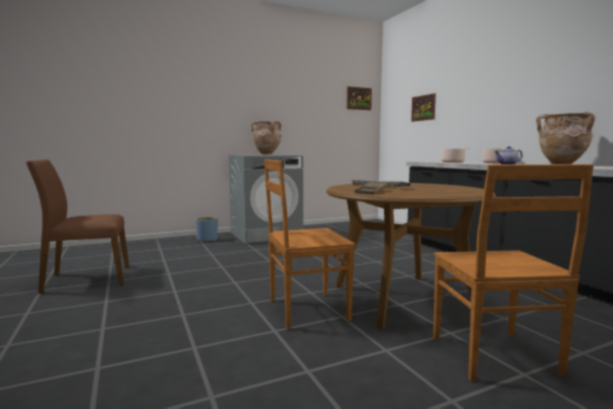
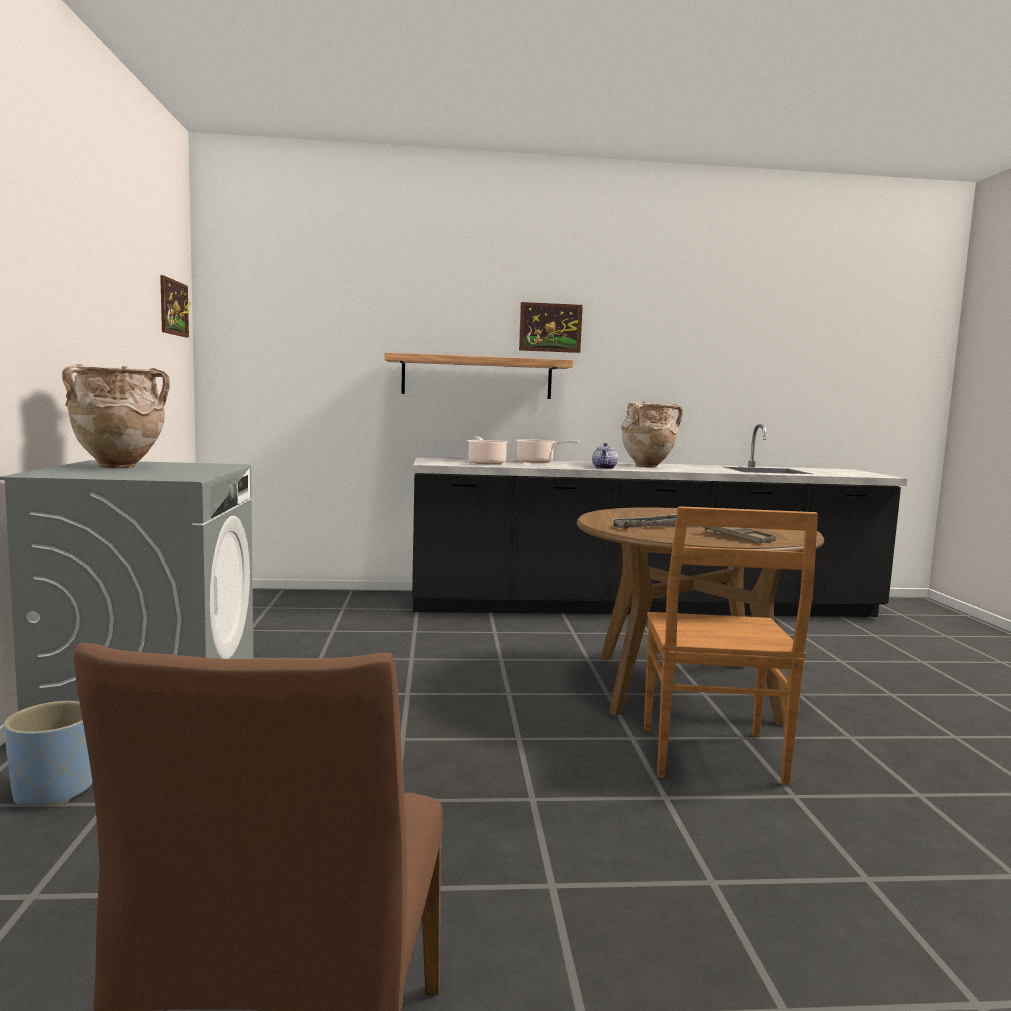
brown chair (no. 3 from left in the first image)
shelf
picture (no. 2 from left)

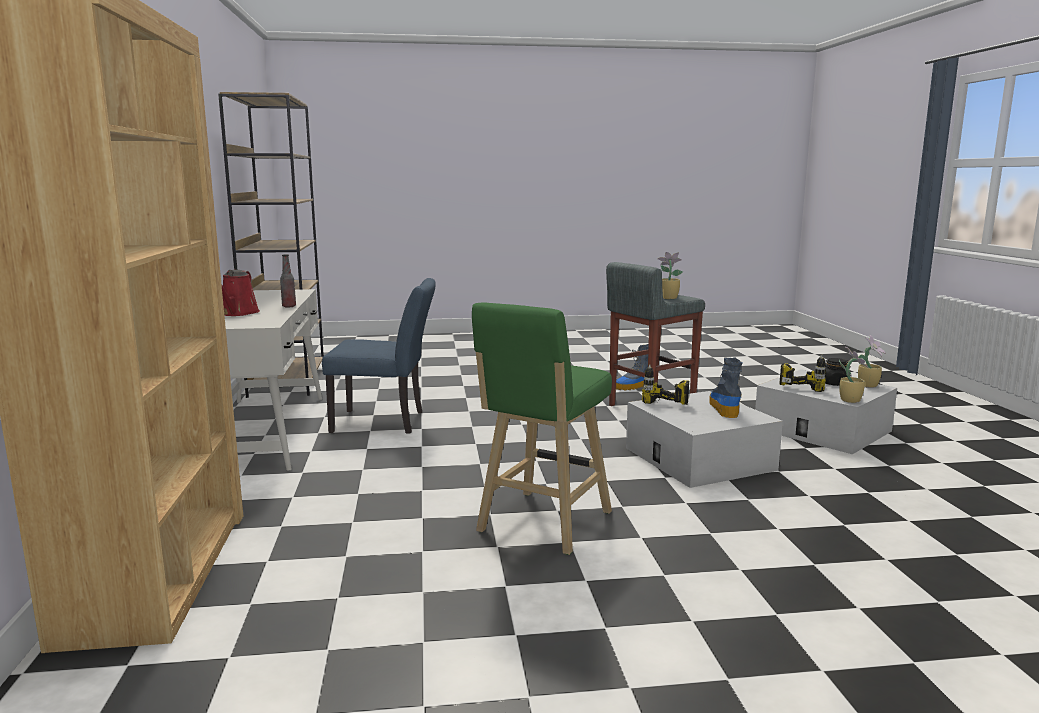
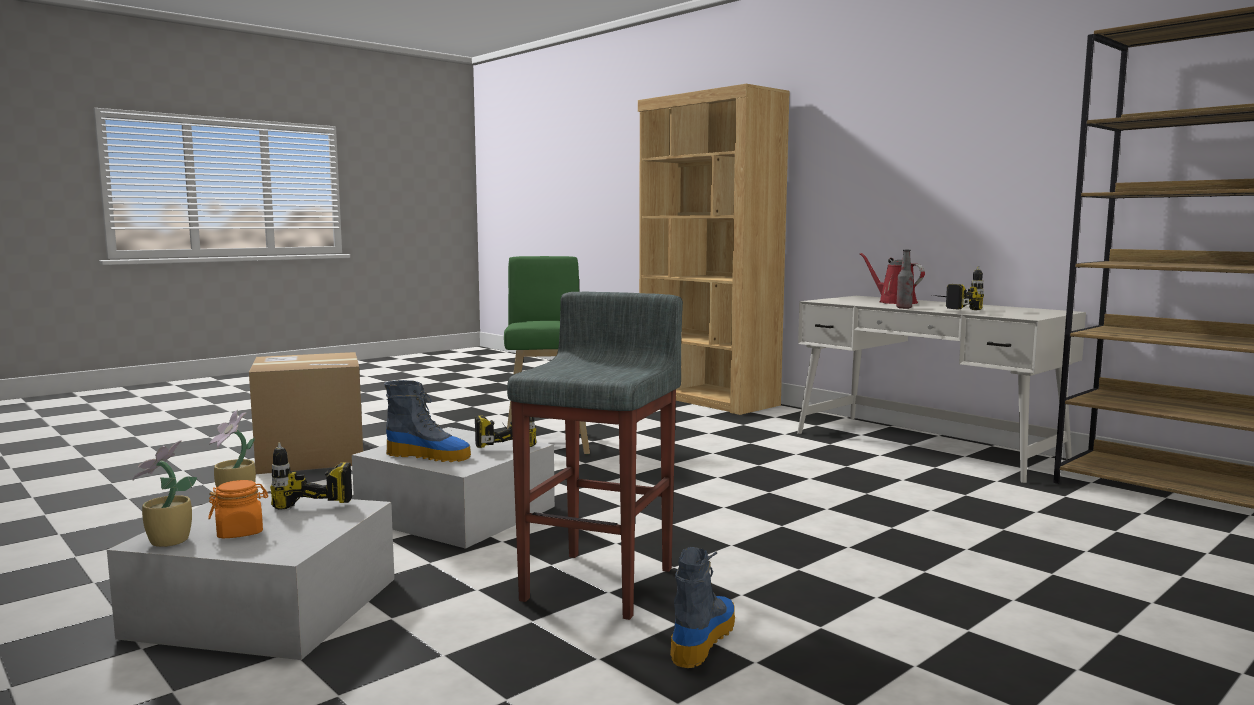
blue chair
potted plant (no. 1 from left in the first image)
cardboard box
power drill (no. 3 from left)
orange jar
boot (no. 1 from left)

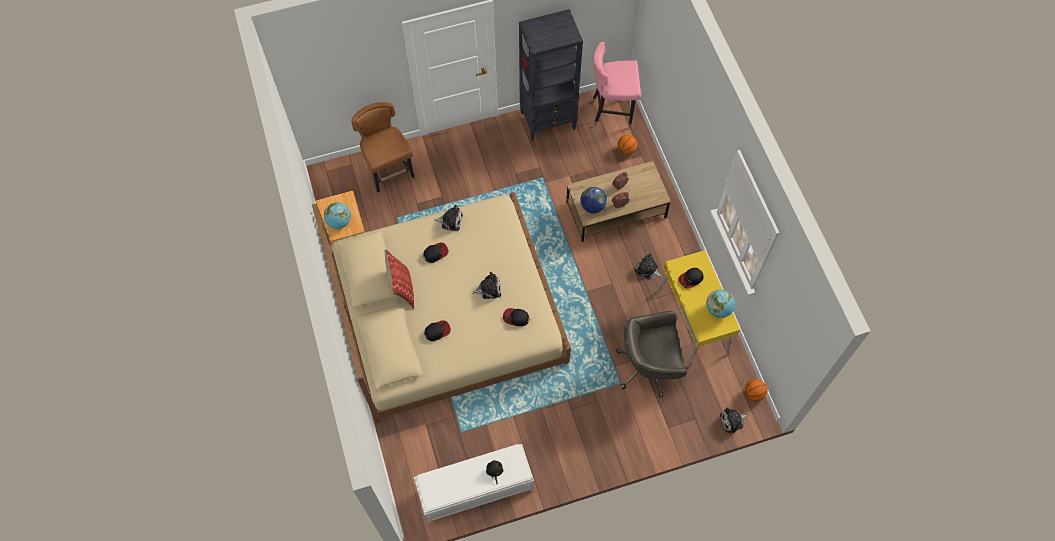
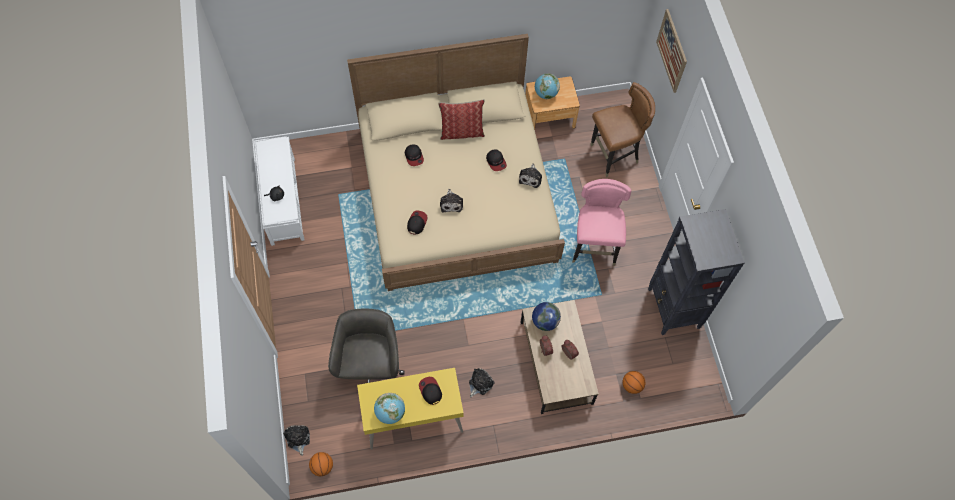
picture
pink chair

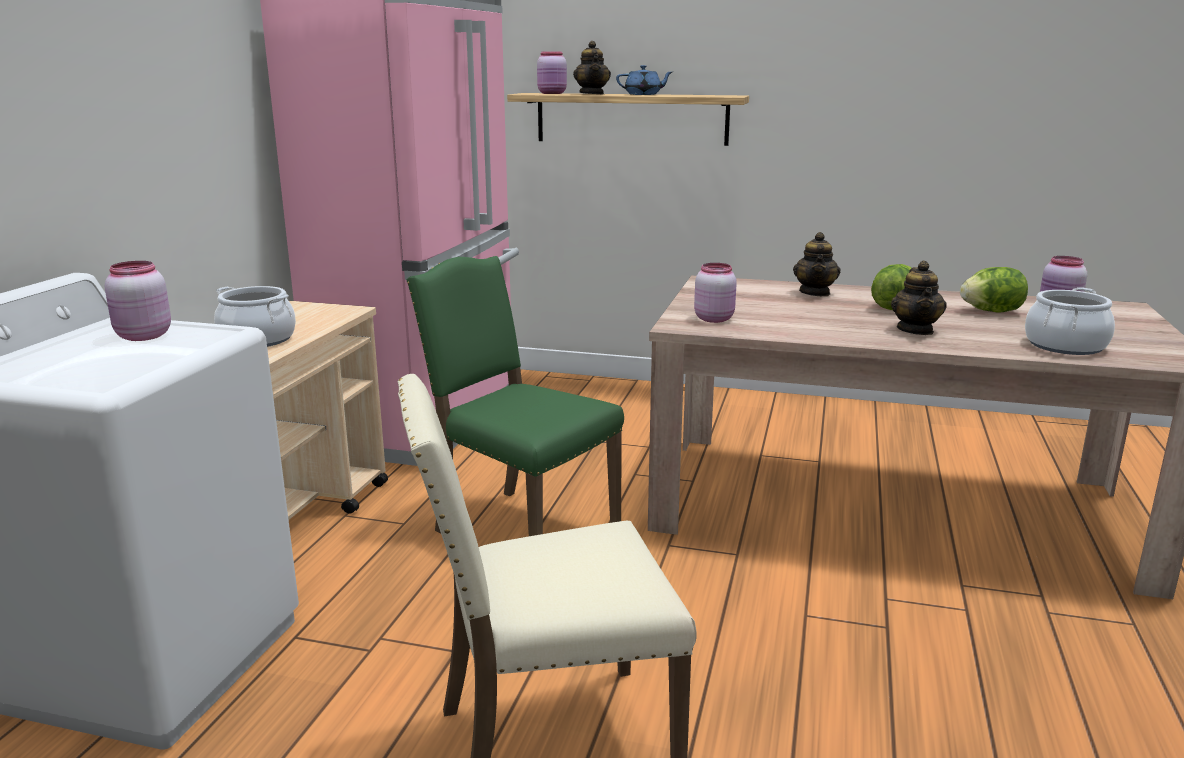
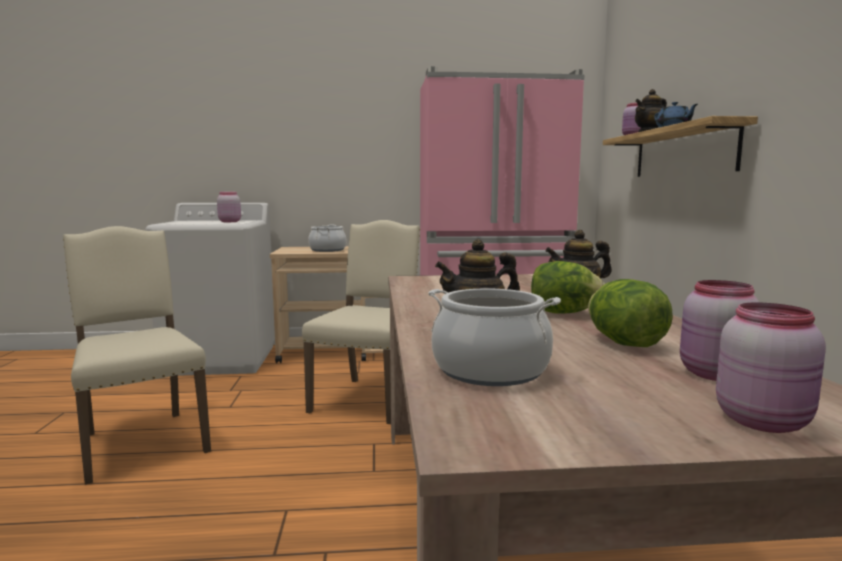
pink jar (no. 4 from left)
beige chair (no. 2 from left)

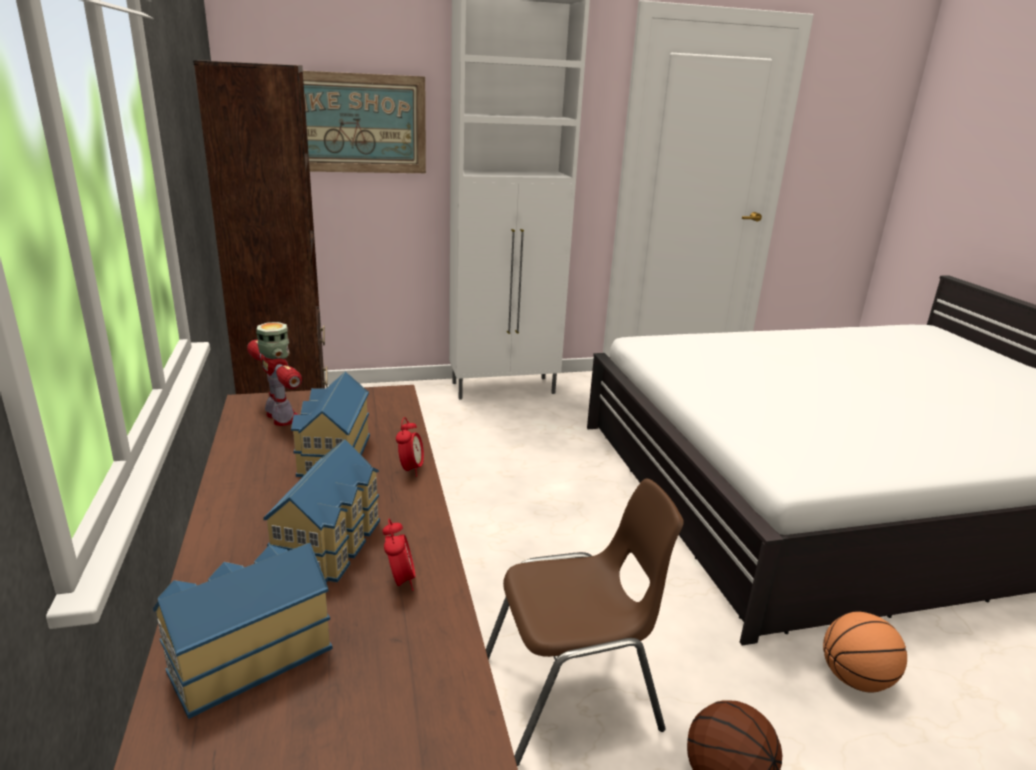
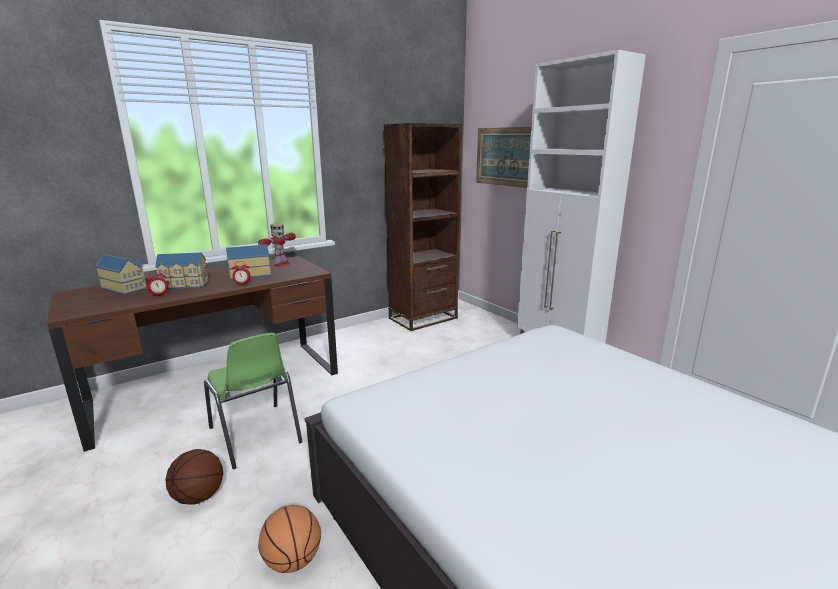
green chair

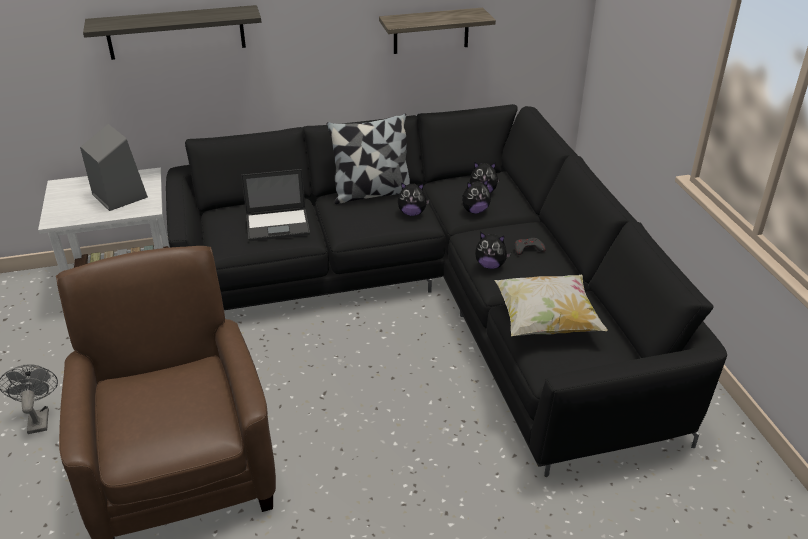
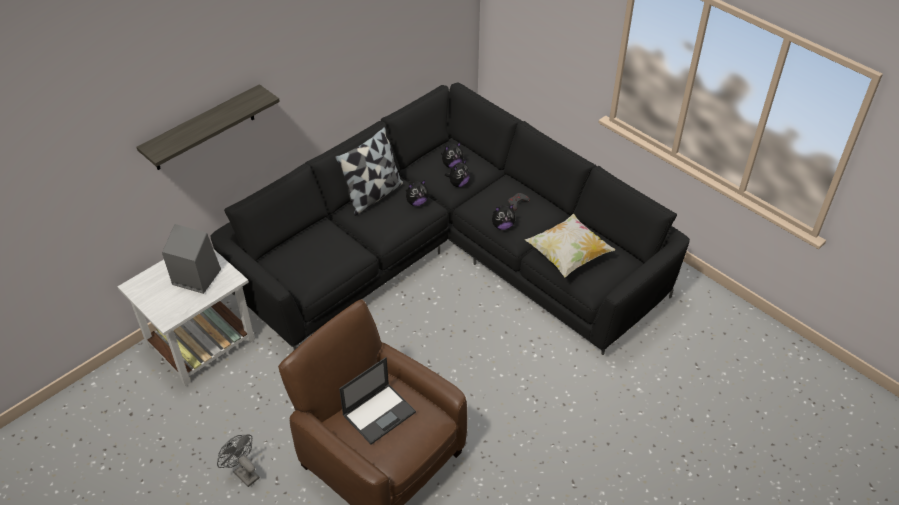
shelf (no. 2 from left in the first image)
laptop

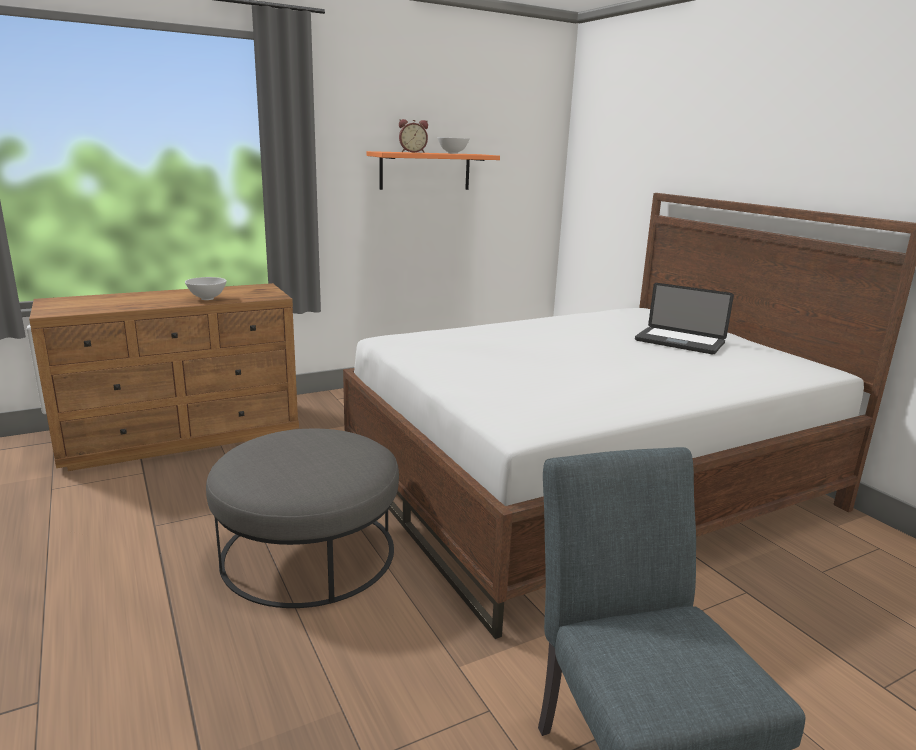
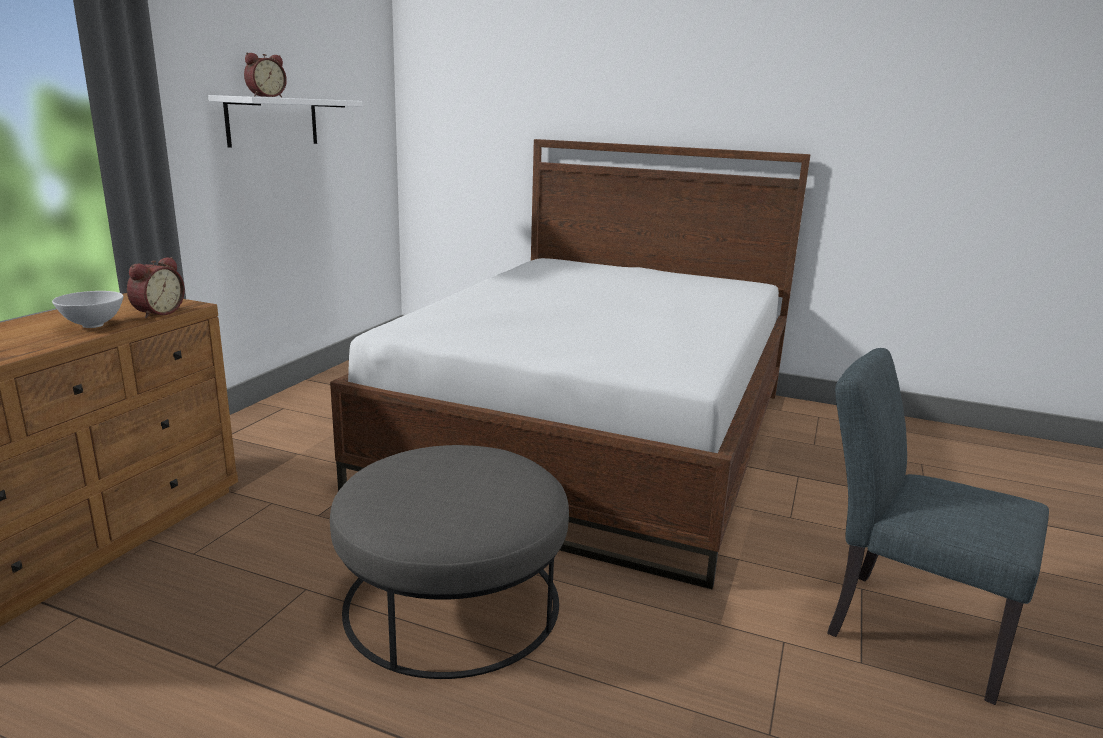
white bowl (no. 2 from left in the first image)
laptop
alarm clock (no. 1 from left)
white shelf

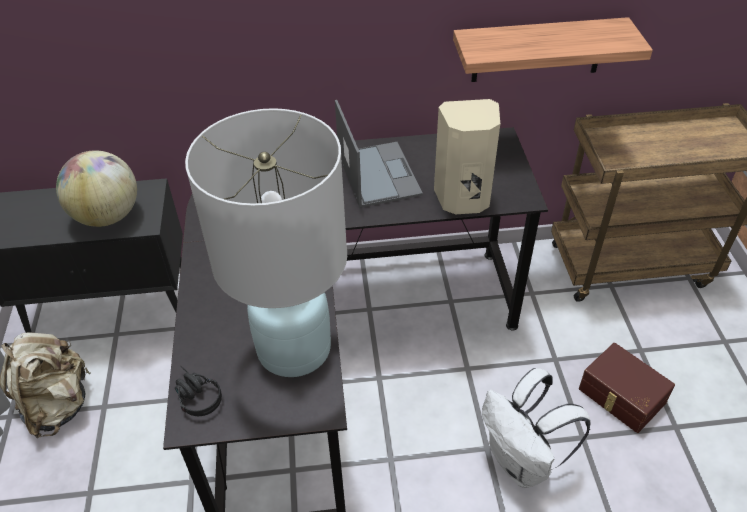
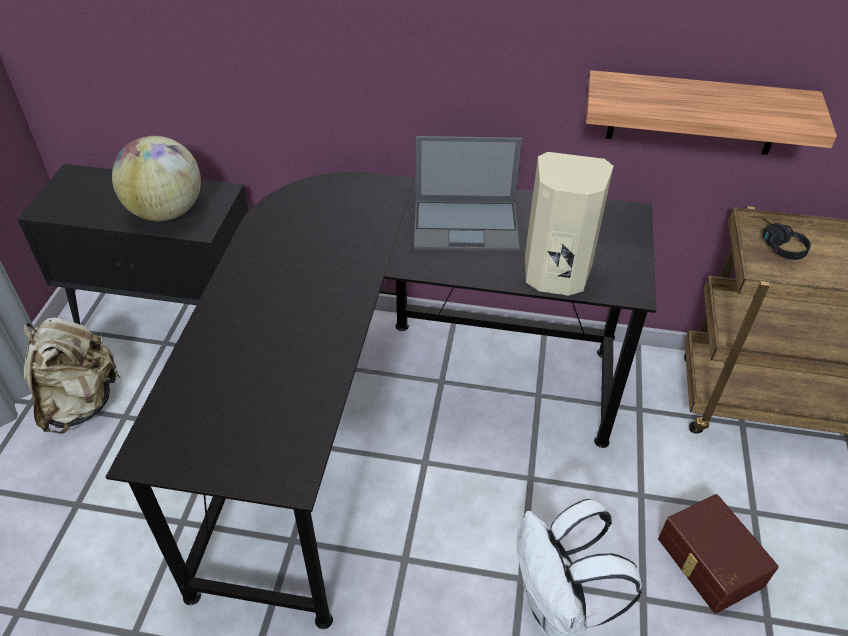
white table lamp
black headphones
laptop

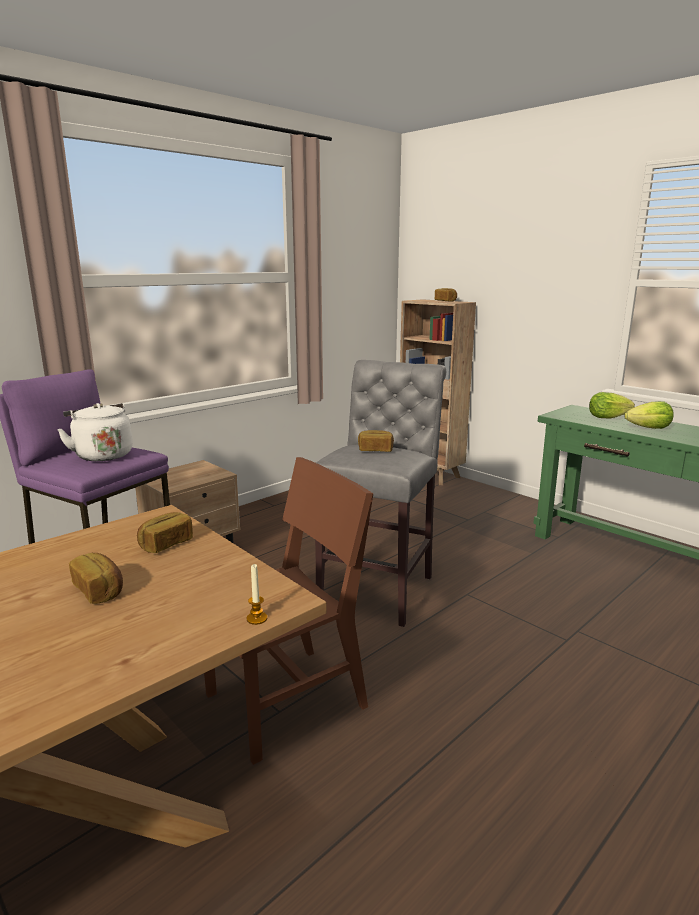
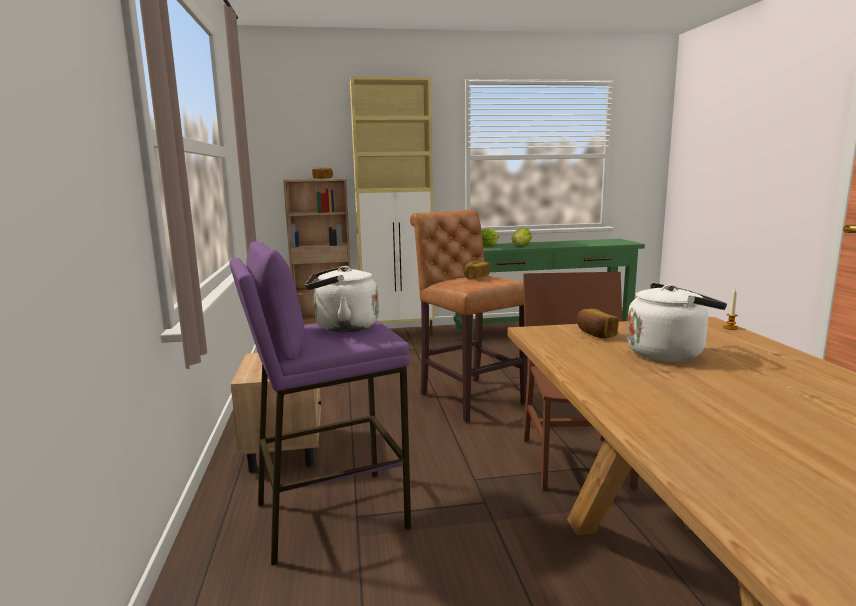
beige cabinet
white kettle (no. 2 from left)
brown stool

